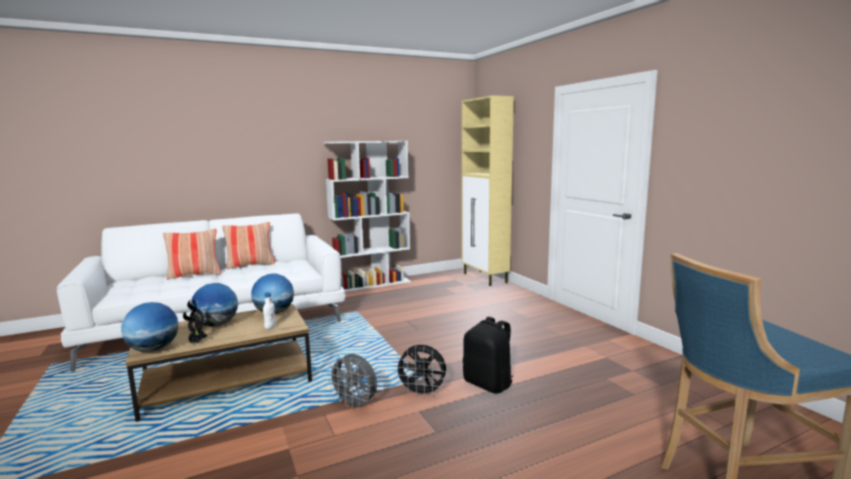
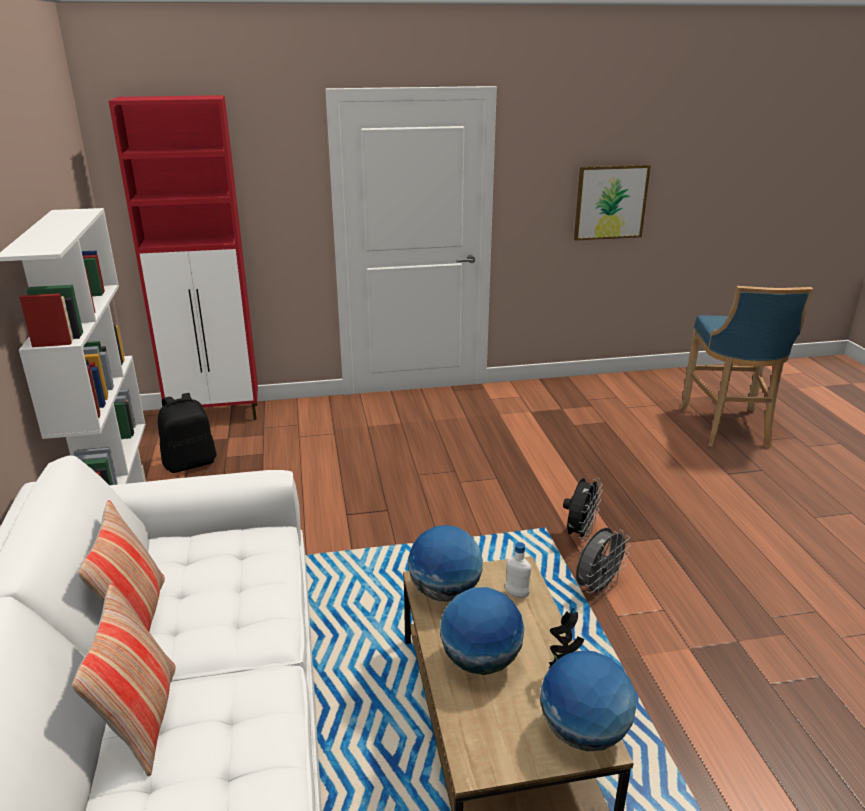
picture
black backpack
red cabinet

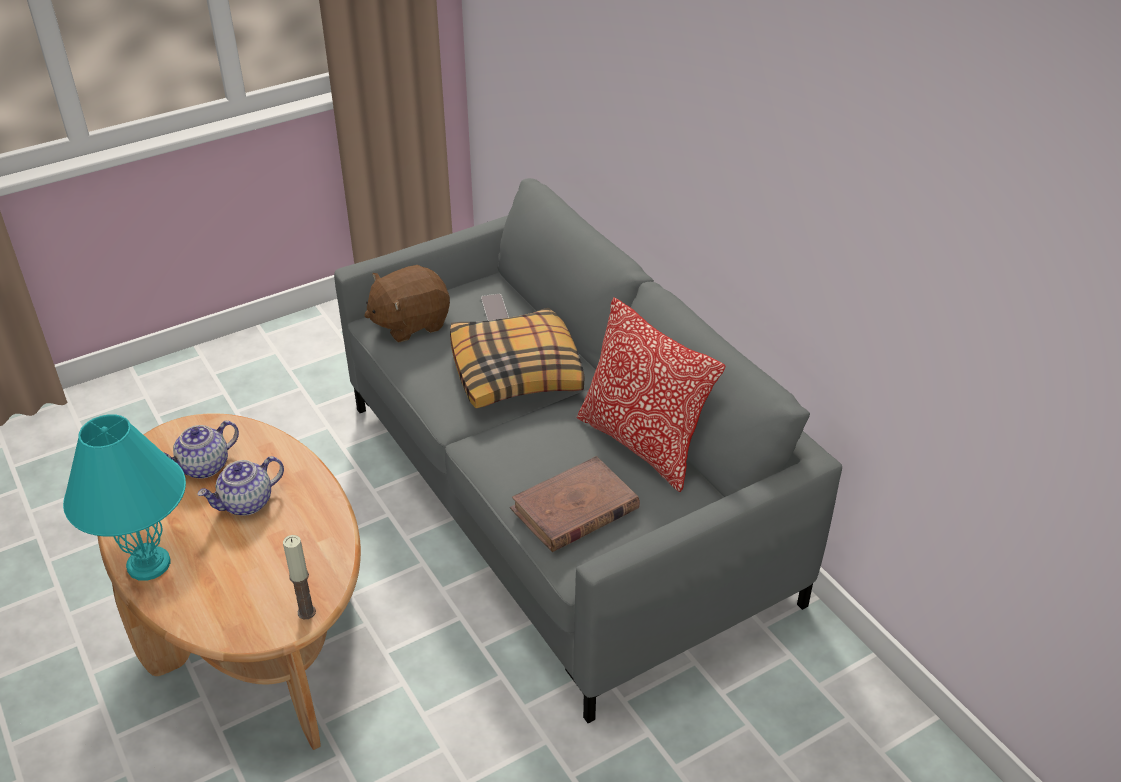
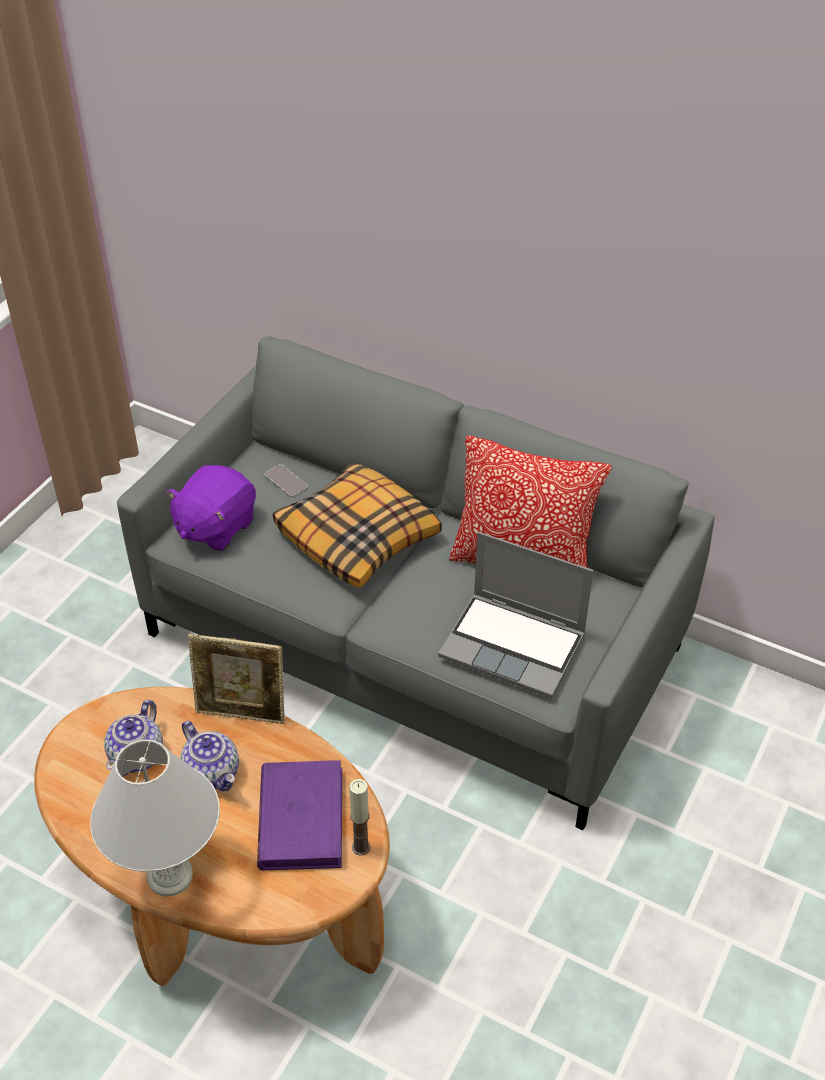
picture frame
purple book
laptop
white table lamp
purple plush toy
teapot (no. 2 from left)

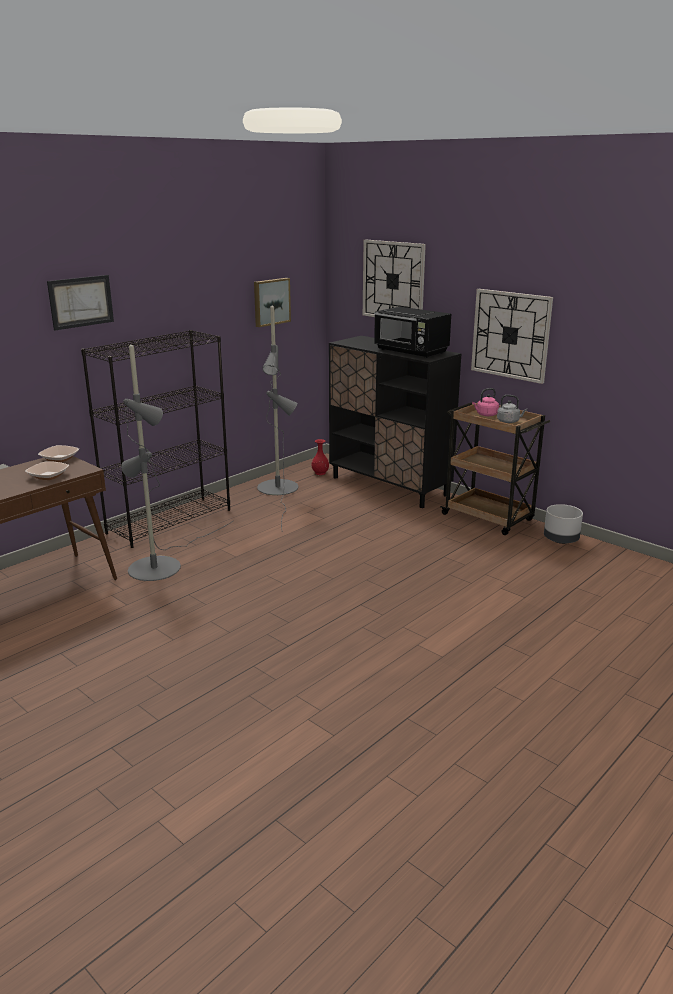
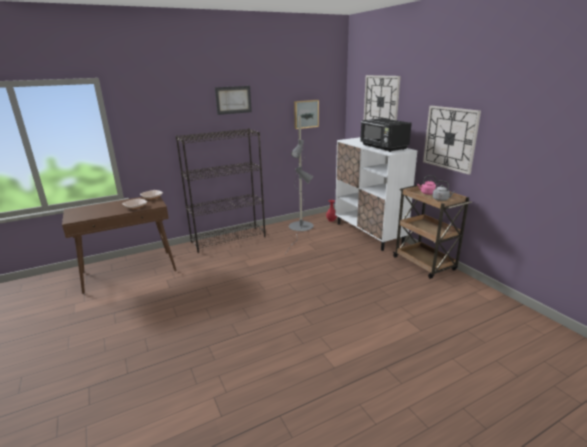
grey floor lamp (no. 1 from left in the first image)
grey planter
picture (no. 1 from left)
white cabinet

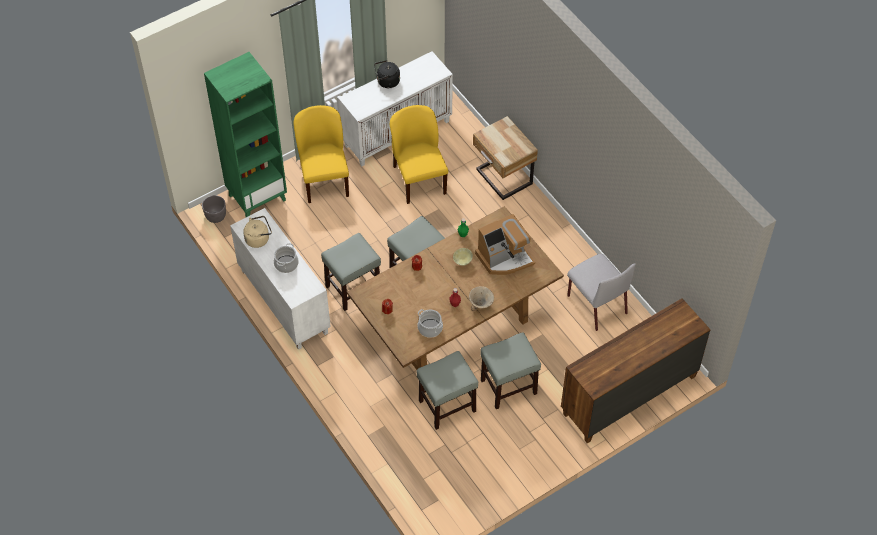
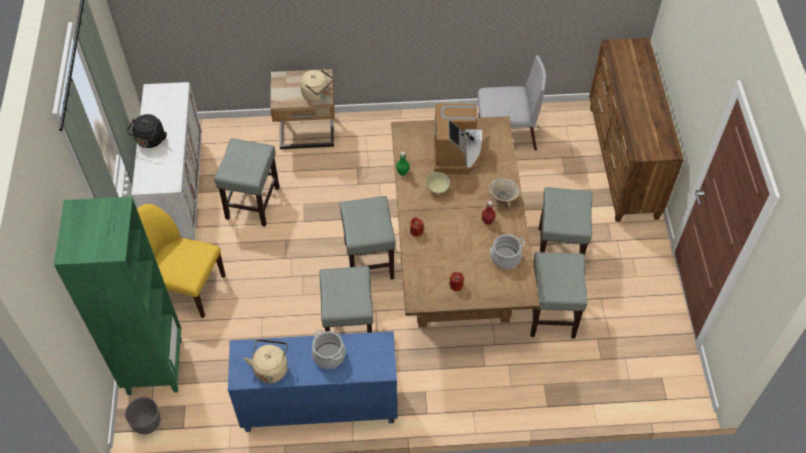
beige kettle (no. 2 from left)
grey stool (no. 1 from left)
blue cabinet

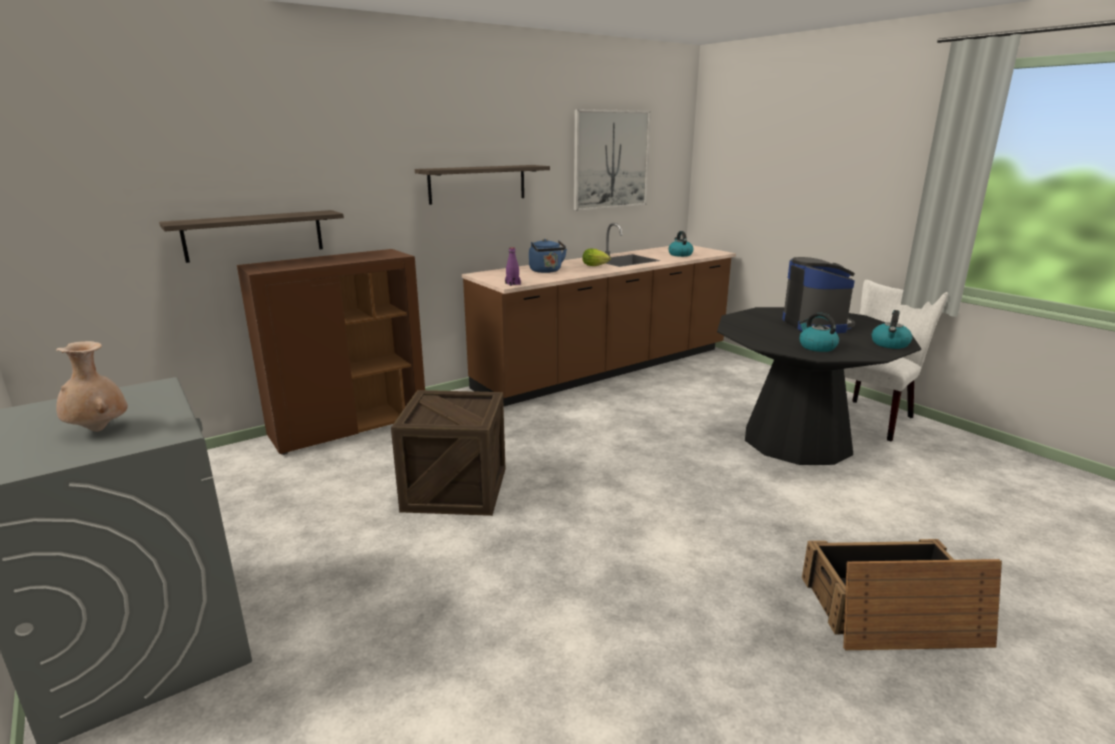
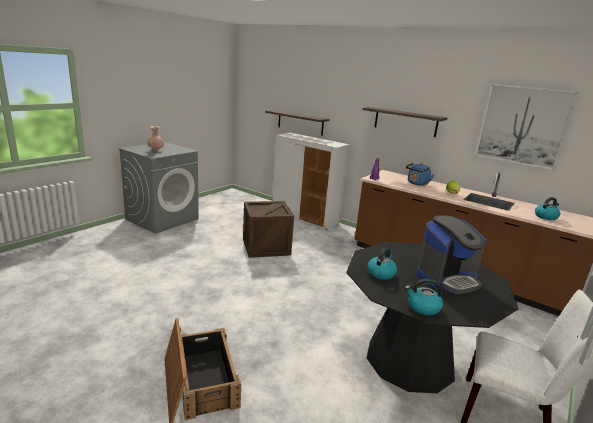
white cabinet

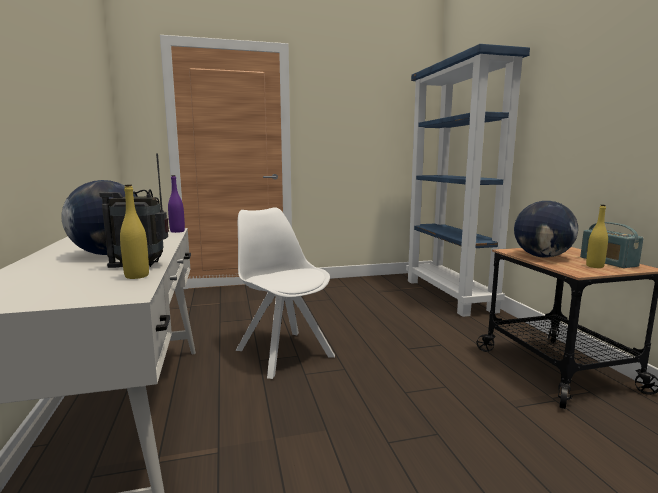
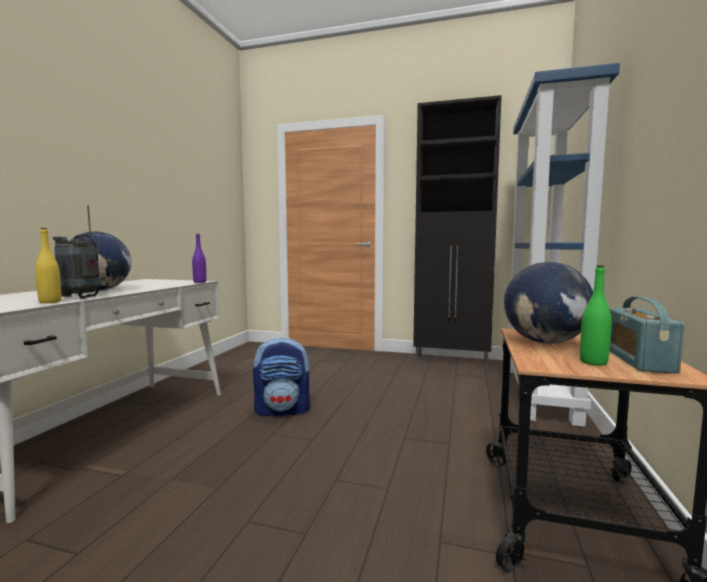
black cabinet
backpack
green bottle

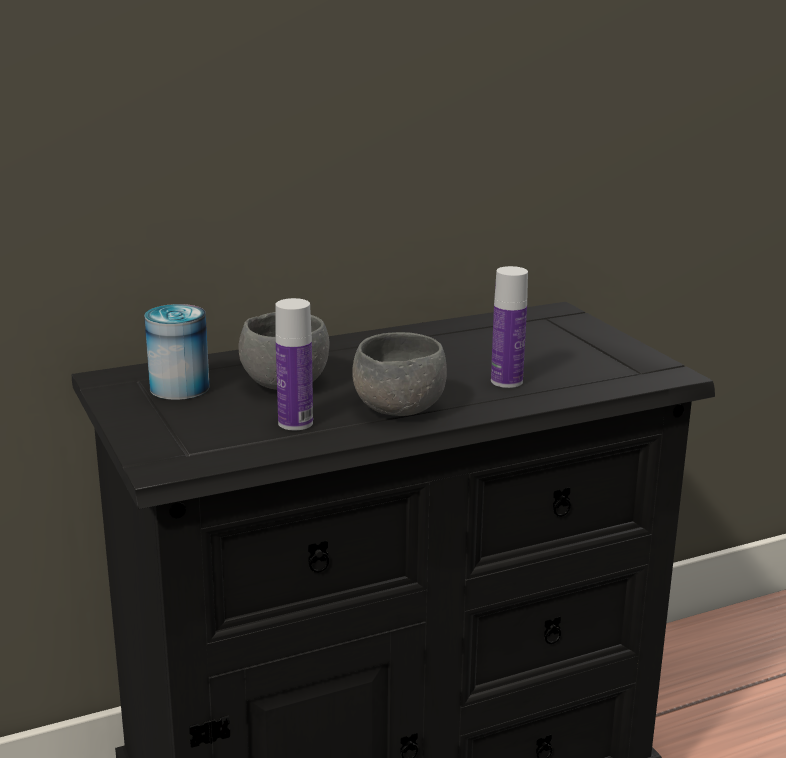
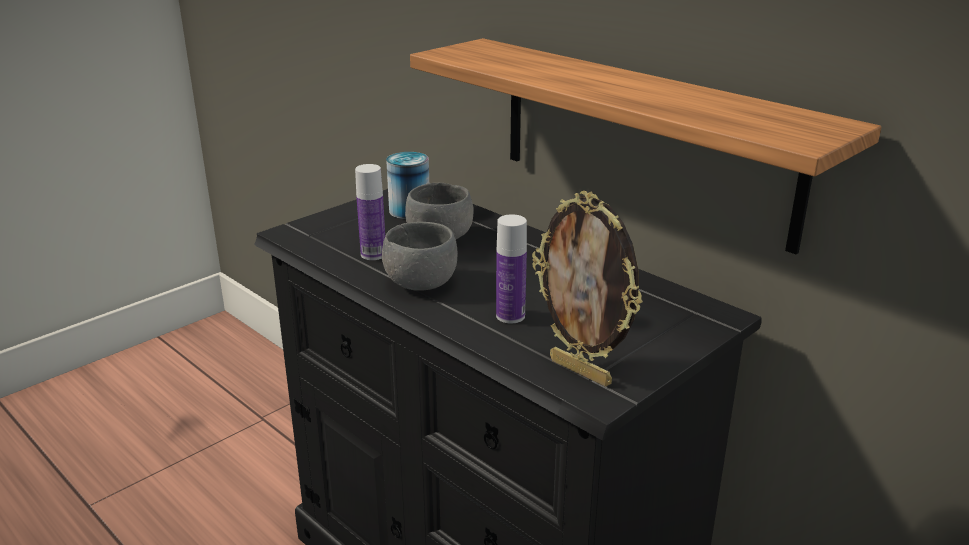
shelf
picture frame

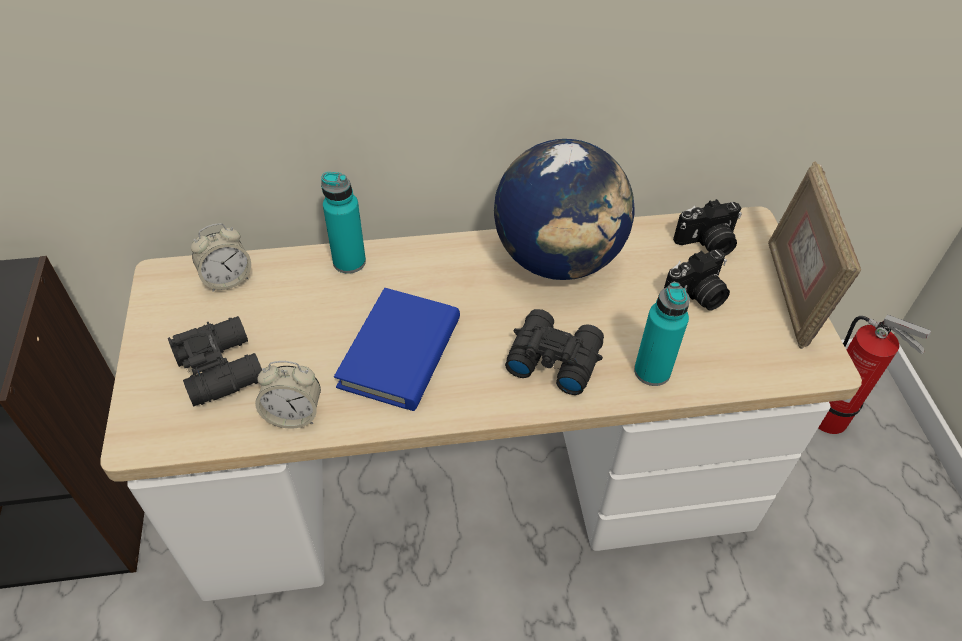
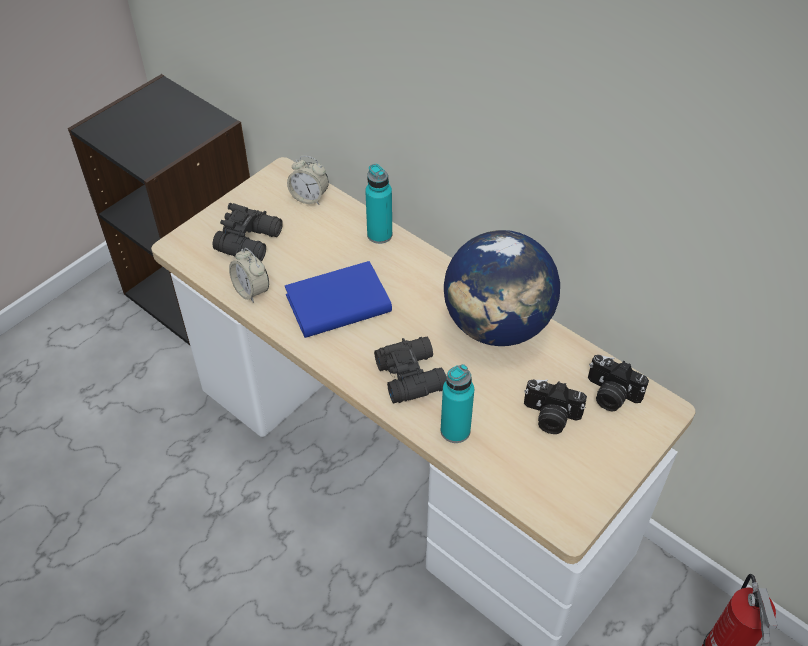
picture frame

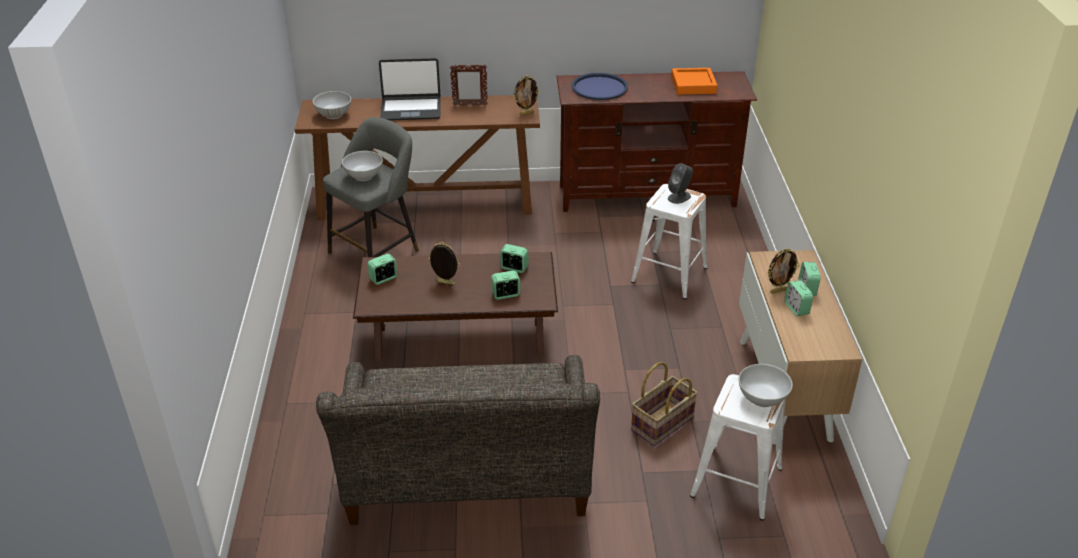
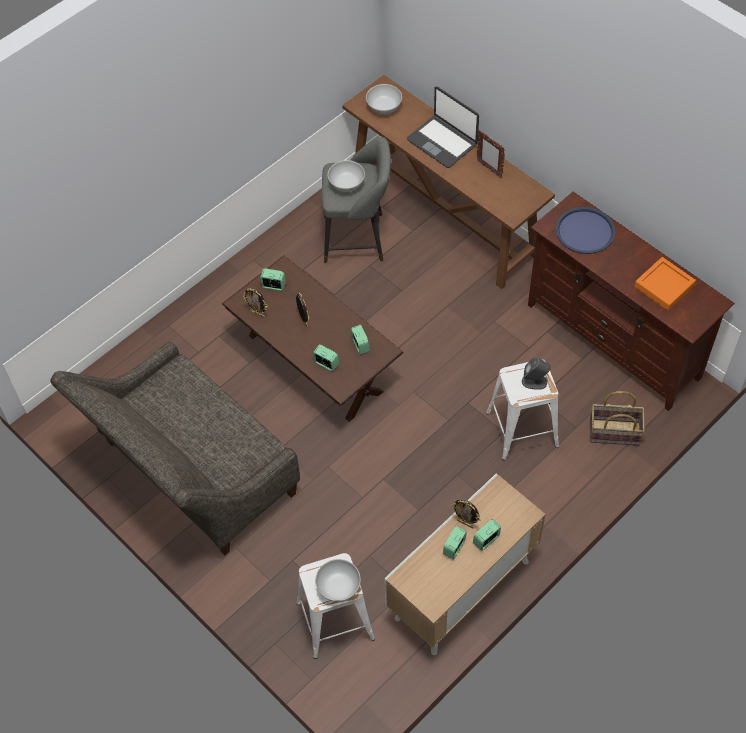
picture frame (no. 1 from left)
basket

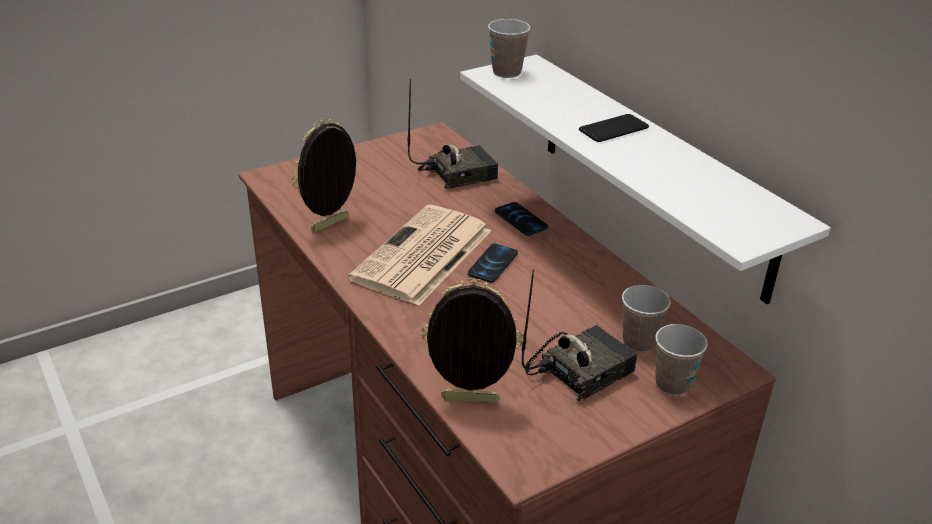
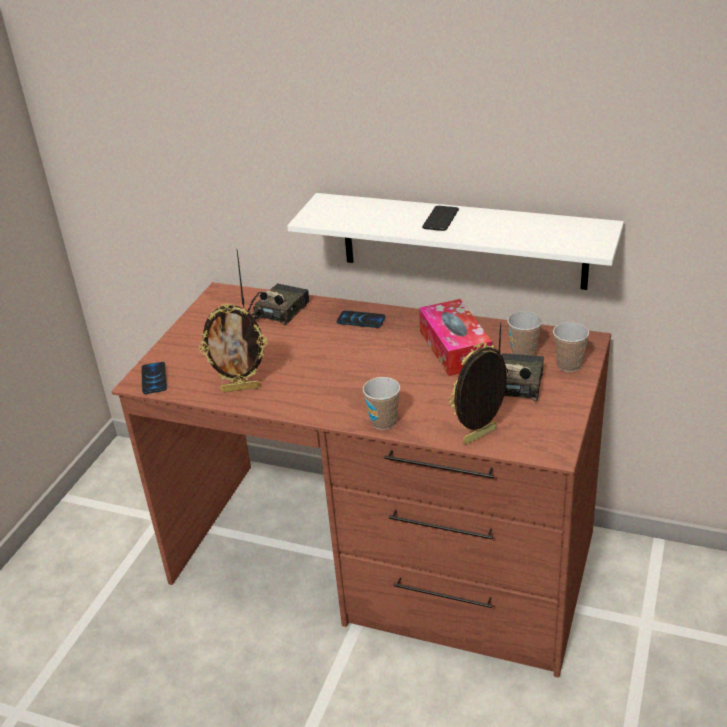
newspaper
tissue box
phone (no. 1 from left)
cup (no. 1 from left)
picture frame (no. 1 from left)

